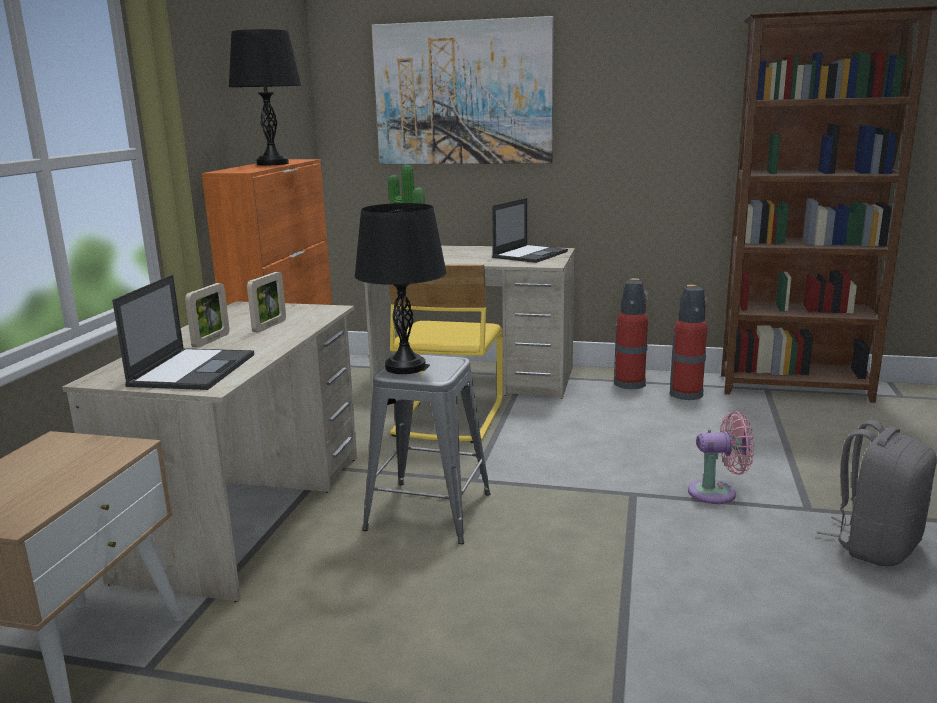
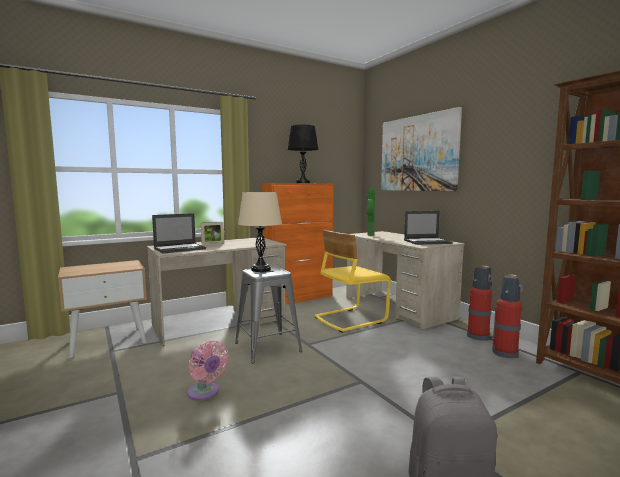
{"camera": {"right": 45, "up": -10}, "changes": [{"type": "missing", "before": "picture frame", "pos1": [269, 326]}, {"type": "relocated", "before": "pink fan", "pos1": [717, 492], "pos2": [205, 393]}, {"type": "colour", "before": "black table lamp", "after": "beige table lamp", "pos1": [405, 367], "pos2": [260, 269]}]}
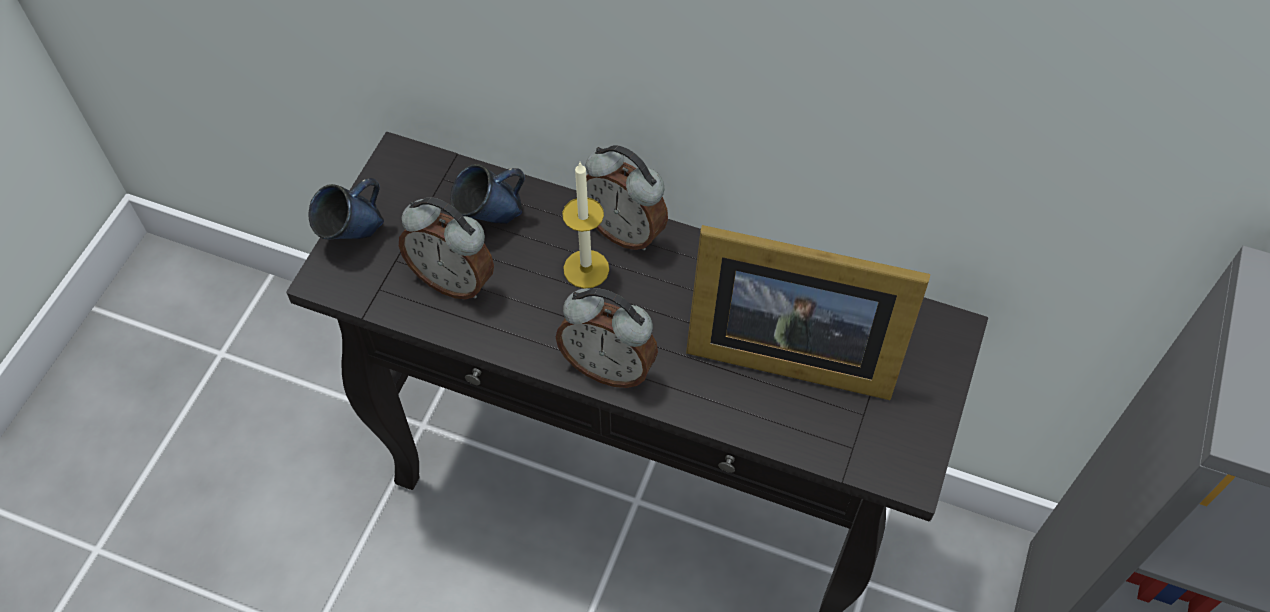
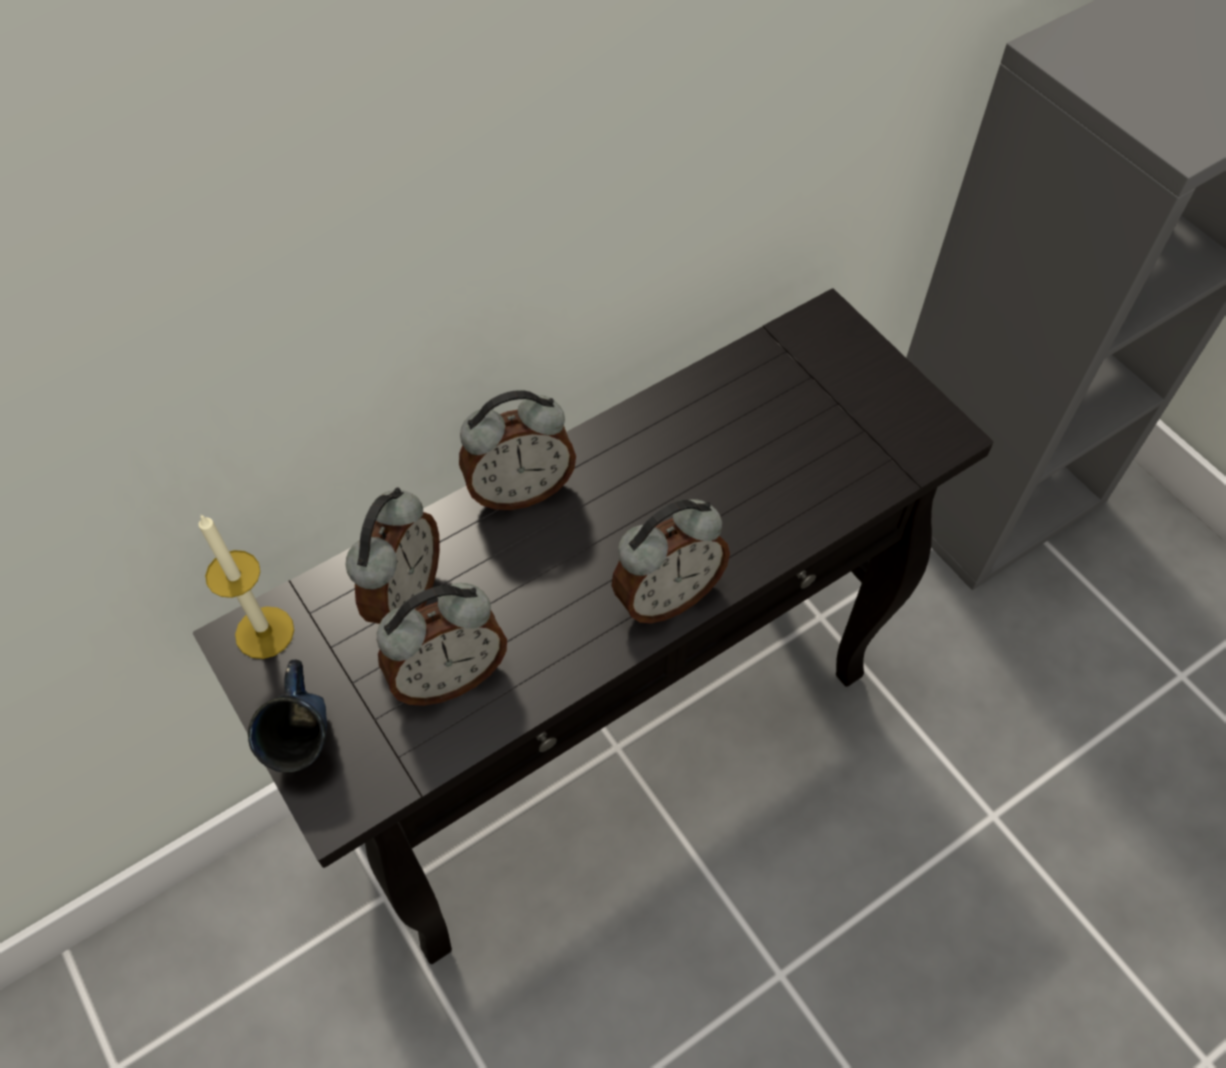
{"camera": {"right": -55, "up": 0}, "changes": [{"type": "missing", "before": "picture frame", "pos1": [786, 349]}, {"type": "relocated", "before": "candle", "pos1": [586, 269], "pos2": [264, 632]}, {"type": "exchanged", "before": "blue mug", "after": "alarm clock", "pos1": [492, 219], "pos2": [404, 596]}]}
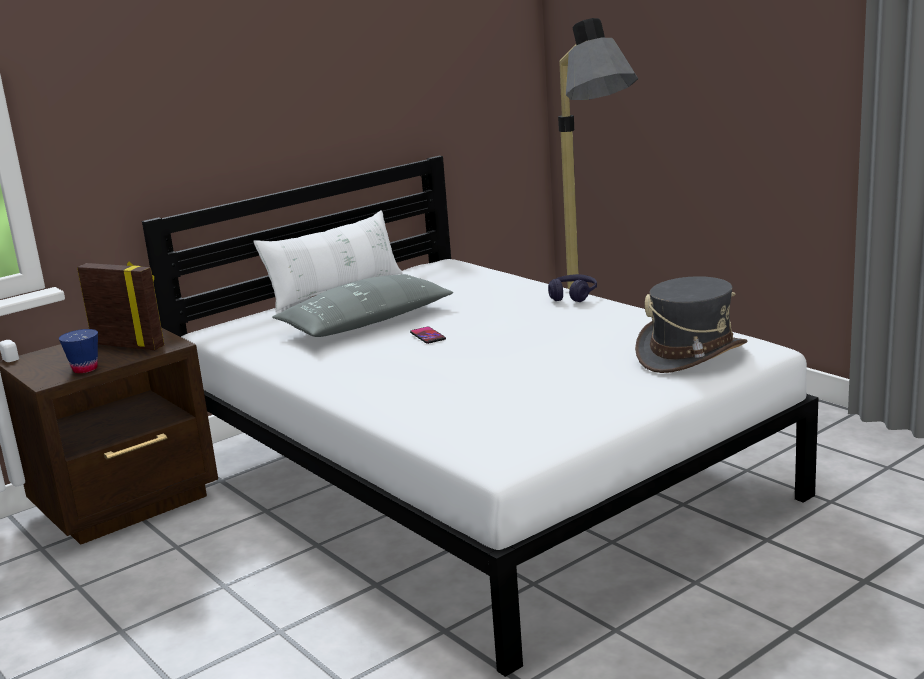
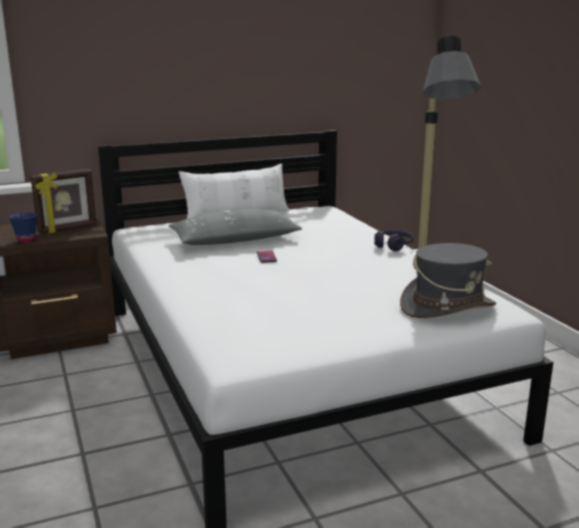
{"camera": {"right": 15, "up": 0}, "changes": [{"type": "spun", "before": "picture frame", "pos1": [129, 345], "pos2": [68, 229], "turn": 105}]}
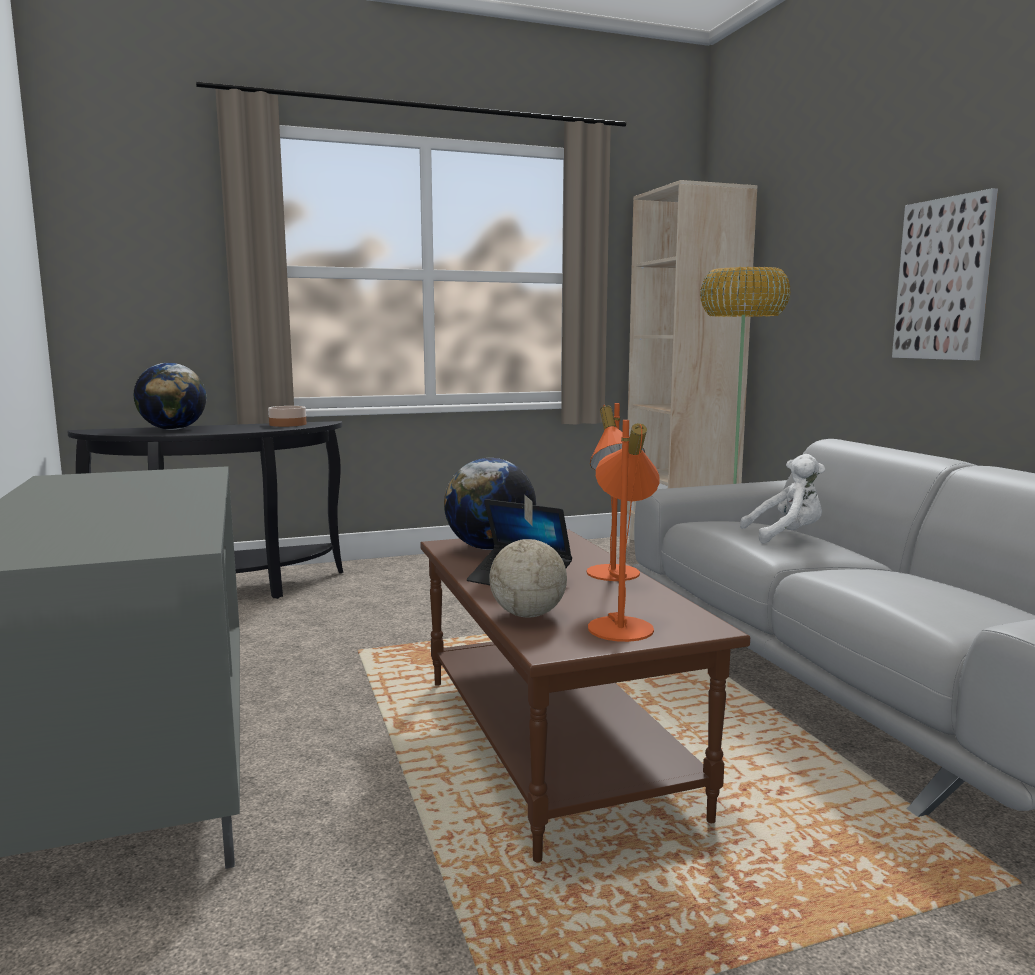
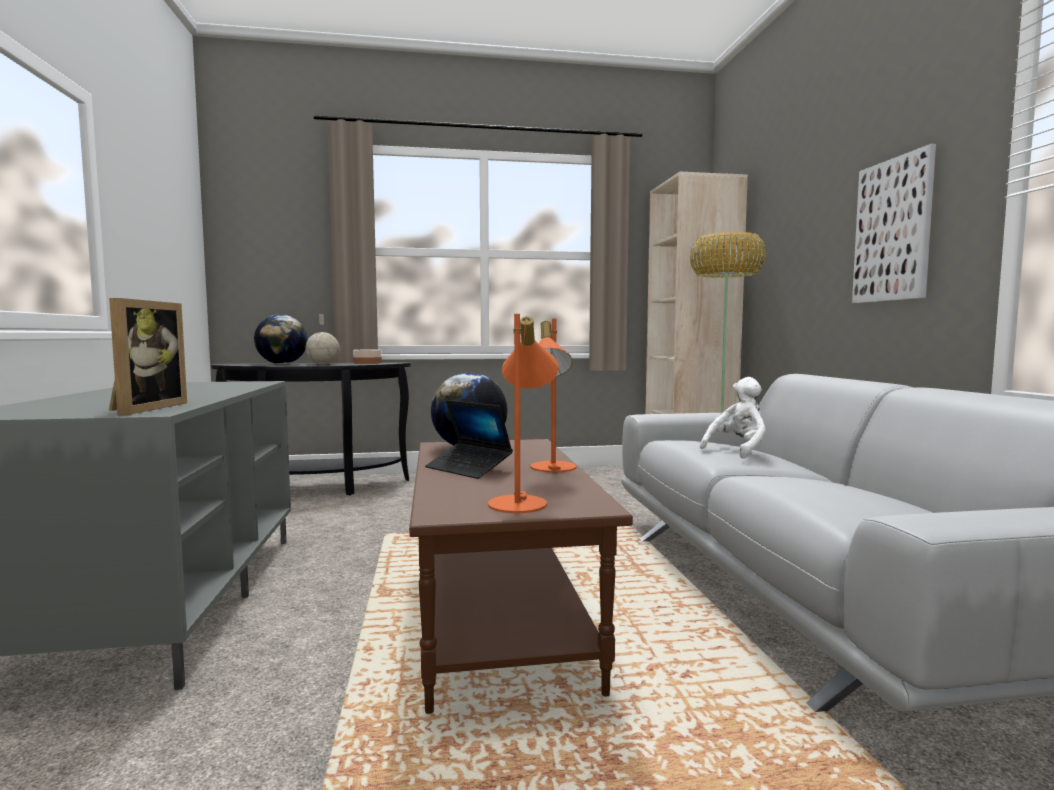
{"camera": {"right": 10, "up": -5}, "changes": [{"type": "appeared", "after": "picture frame", "pos2": [143, 408]}, {"type": "relocated", "before": "globe", "pos1": [528, 614], "pos2": [323, 364]}, {"type": "spun", "before": "white plush toy", "pos1": [786, 536], "pos2": [738, 450], "turn": -45}]}
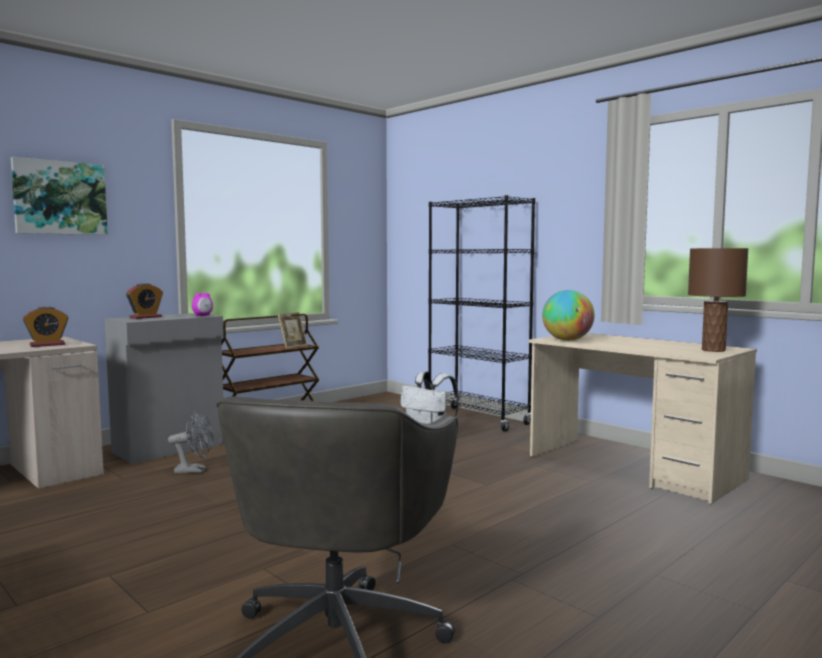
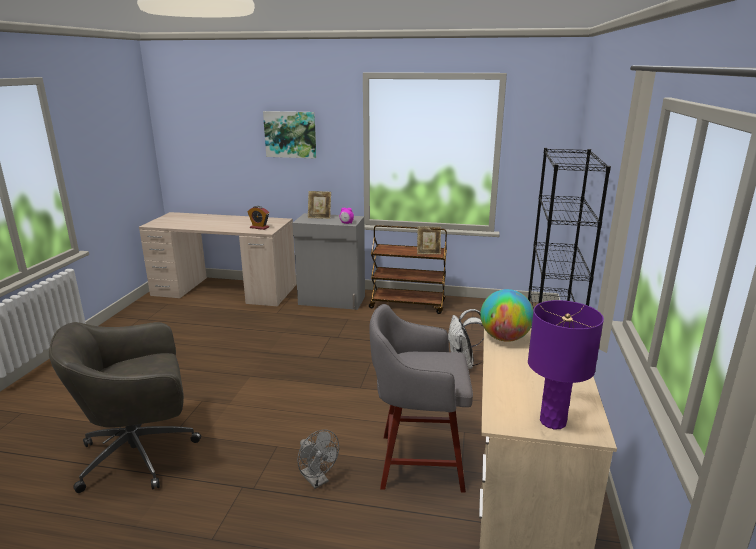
{"camera": {"right": 55, "up": 15}, "changes": [{"type": "appeared", "after": "grey stool", "pos2": [417, 462]}, {"type": "relocated", "before": "grey fan", "pos1": [195, 470], "pos2": [317, 480]}, {"type": "exchanged", "before": "alarm clock", "after": "picture frame", "pos1": [145, 317], "pos2": [319, 217]}, {"type": "colour", "before": "brown table lamp", "after": "purple table lamp", "pos1": [713, 350], "pos2": [553, 421]}]}
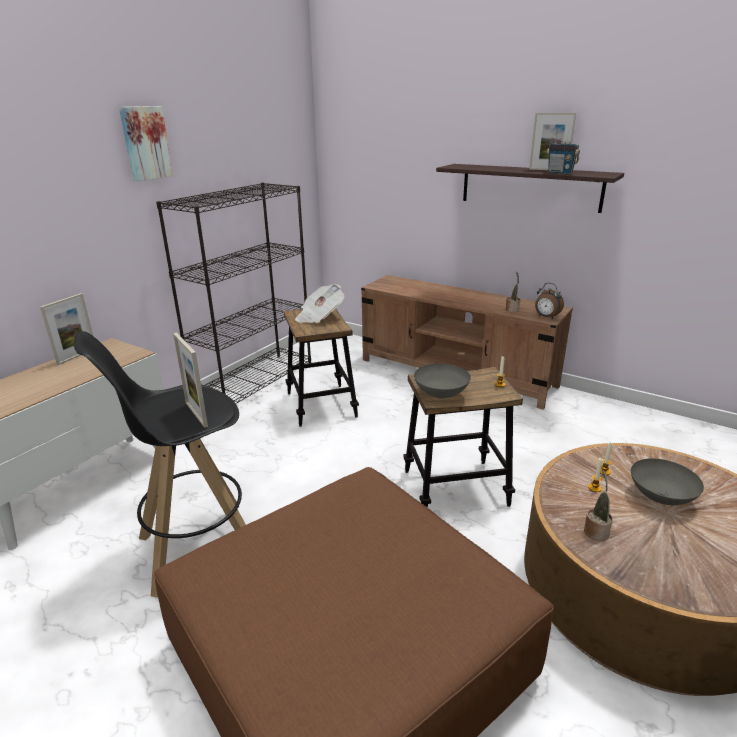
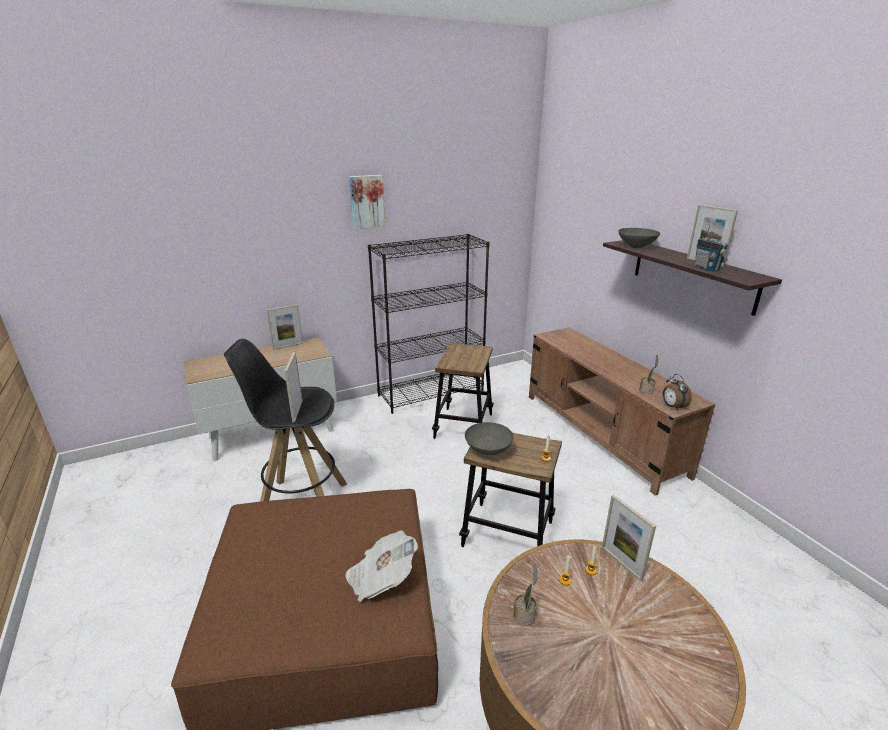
{"camera": {"right": 30, "up": 0}, "changes": [{"type": "appeared", "after": "picture frame", "pos2": [621, 563]}, {"type": "relocated", "before": "newspaper", "pos1": [319, 317], "pos2": [381, 578]}, {"type": "relocated", "before": "grey bowl", "pos1": [661, 497], "pos2": [636, 246]}]}
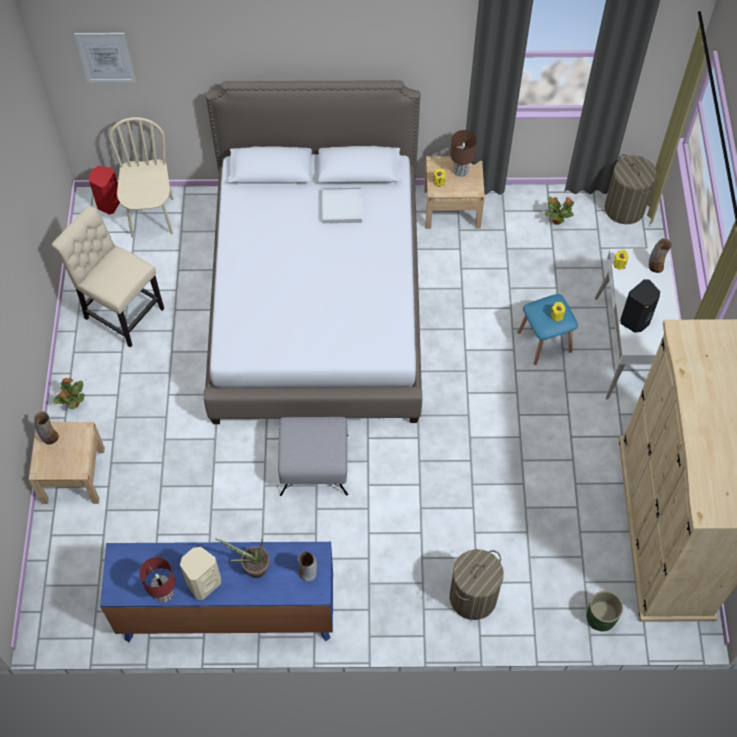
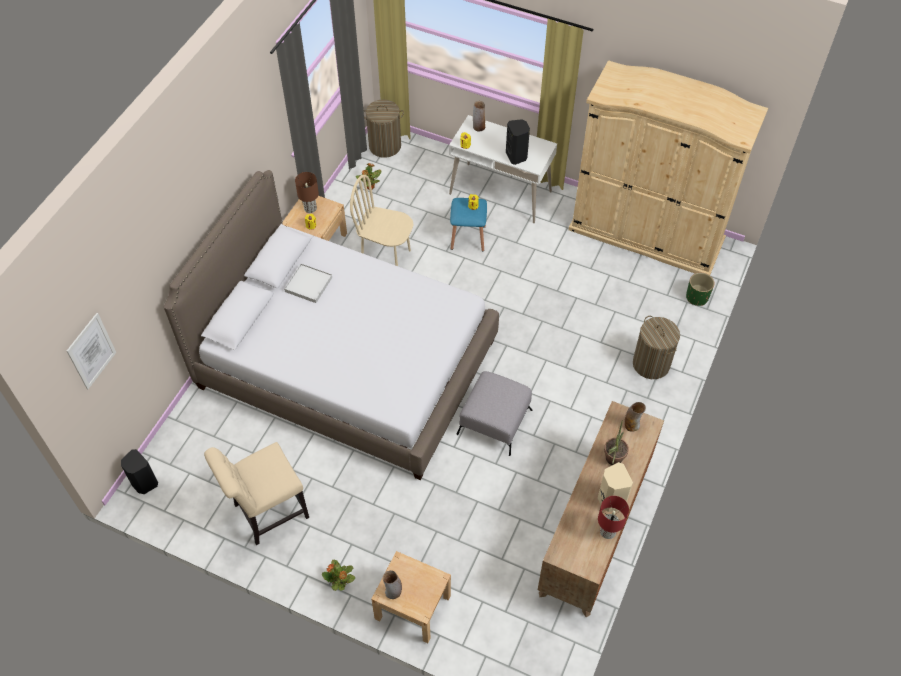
{"camera": {"right": -65, "up": -5}, "changes": [{"type": "relocated", "before": "beige chair", "pos1": [152, 217], "pos2": [386, 258]}, {"type": "colour", "before": "red speaker", "after": "black speaker", "pos1": [108, 203], "pos2": [144, 483]}, {"type": "colour", "before": "blue dresser", "after": "brown dresser", "pos1": [227, 612], "pos2": [594, 530]}]}
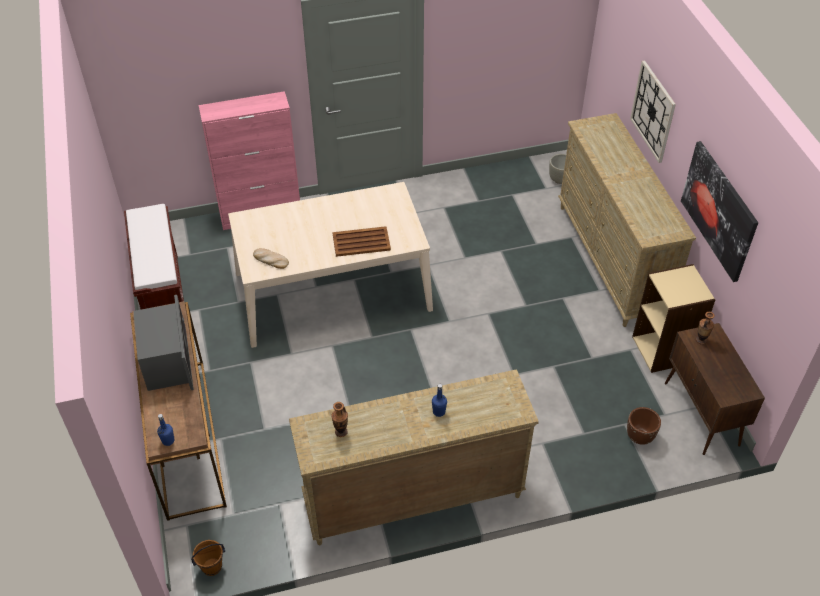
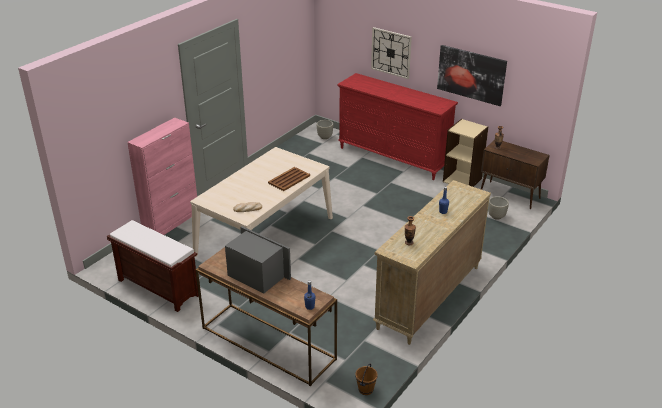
{"camera": {"right": -40, "up": -15}, "changes": [{"type": "colour", "before": "beige dresser", "after": "red dresser", "pos1": [611, 260], "pos2": [393, 158]}, {"type": "colour", "before": "brown planter", "after": "grey planter", "pos1": [640, 437], "pos2": [496, 217]}]}
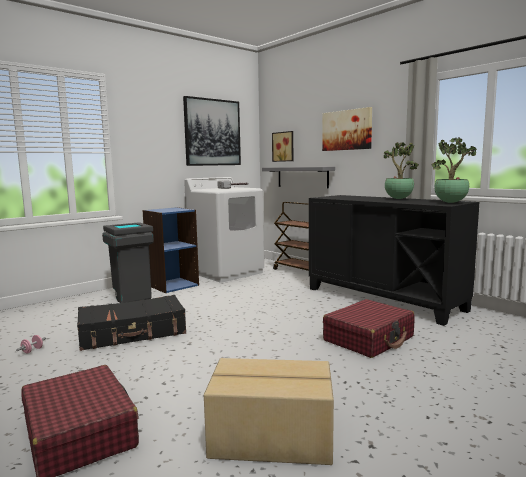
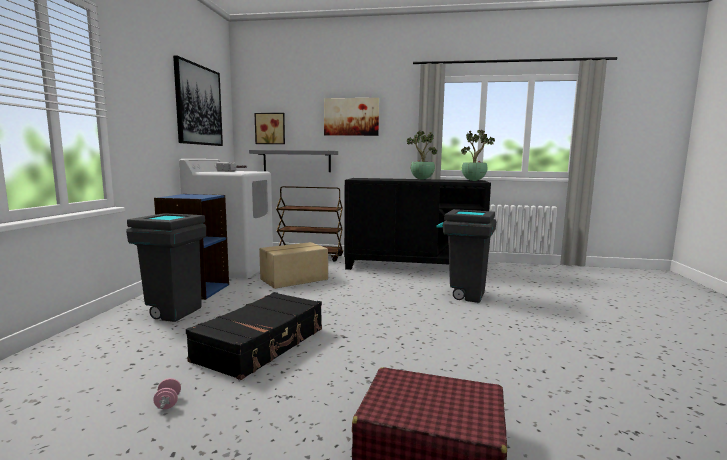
{"camera": {"right": -40, "up": 0}, "changes": [{"type": "relocated", "before": "cardboard box", "pos1": [272, 438], "pos2": [294, 279]}, {"type": "exchanged", "before": "red suitcase", "after": "grey trash can", "pos1": [369, 339], "pos2": [463, 295]}]}
